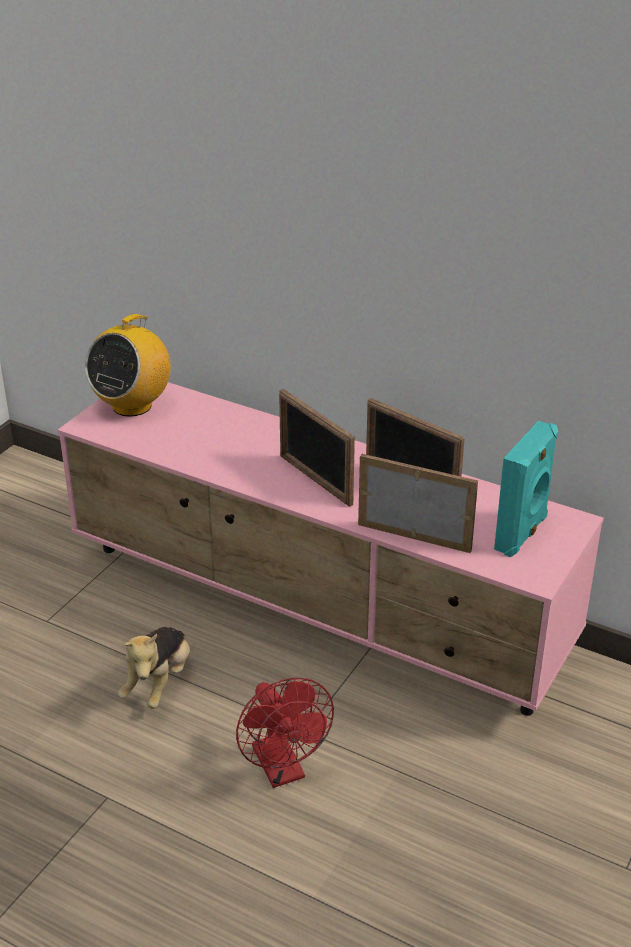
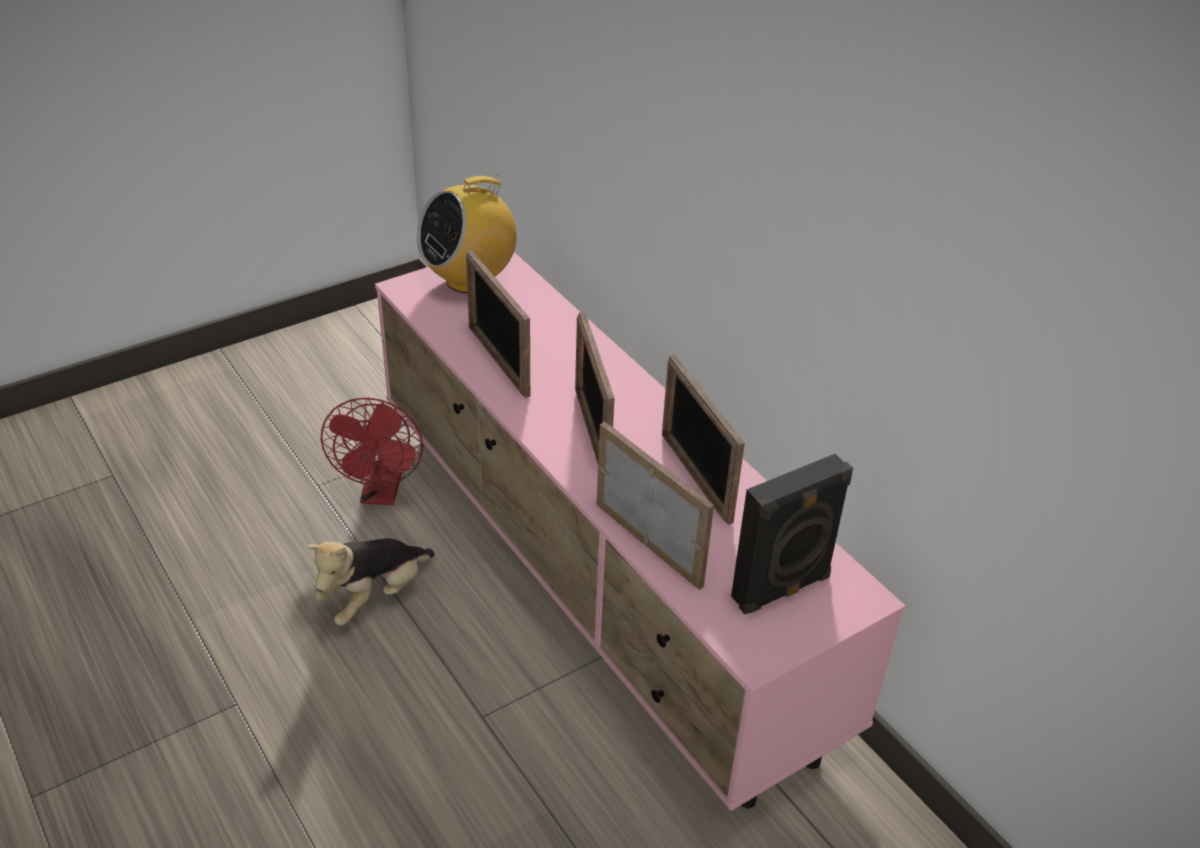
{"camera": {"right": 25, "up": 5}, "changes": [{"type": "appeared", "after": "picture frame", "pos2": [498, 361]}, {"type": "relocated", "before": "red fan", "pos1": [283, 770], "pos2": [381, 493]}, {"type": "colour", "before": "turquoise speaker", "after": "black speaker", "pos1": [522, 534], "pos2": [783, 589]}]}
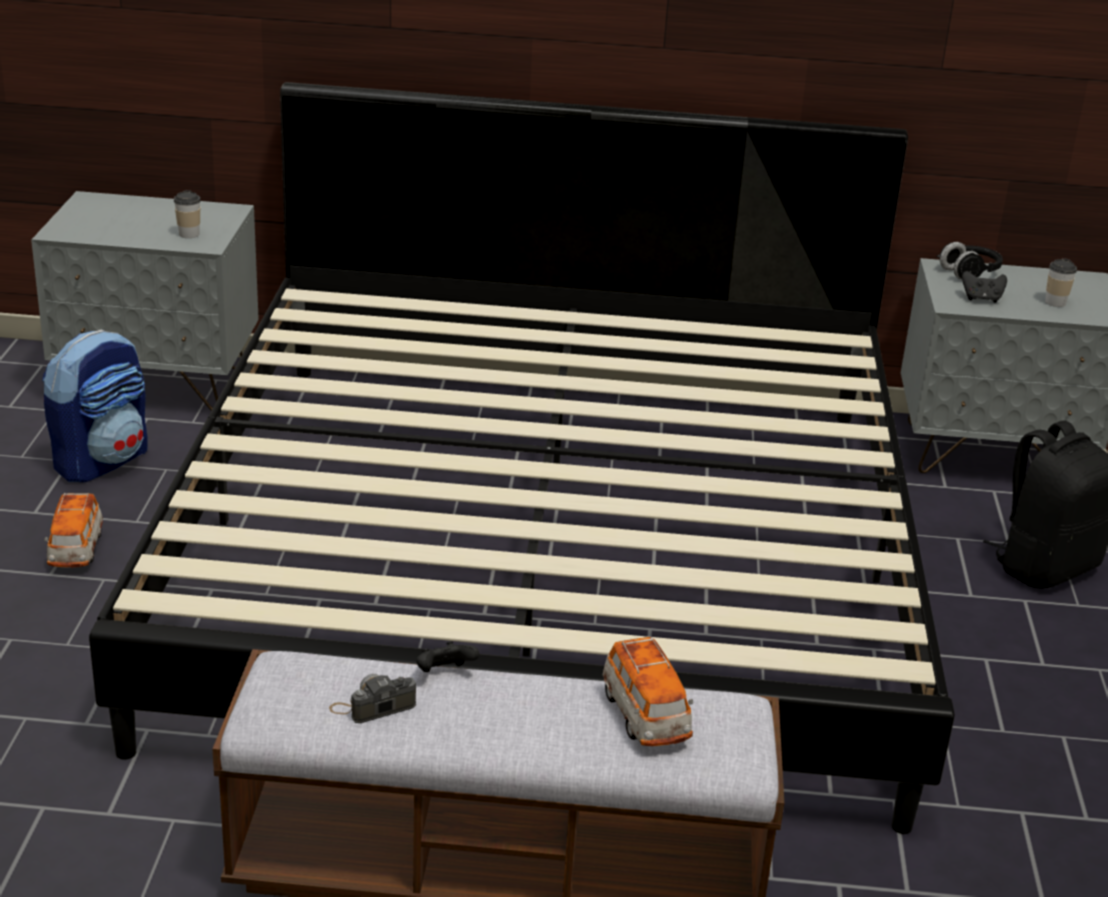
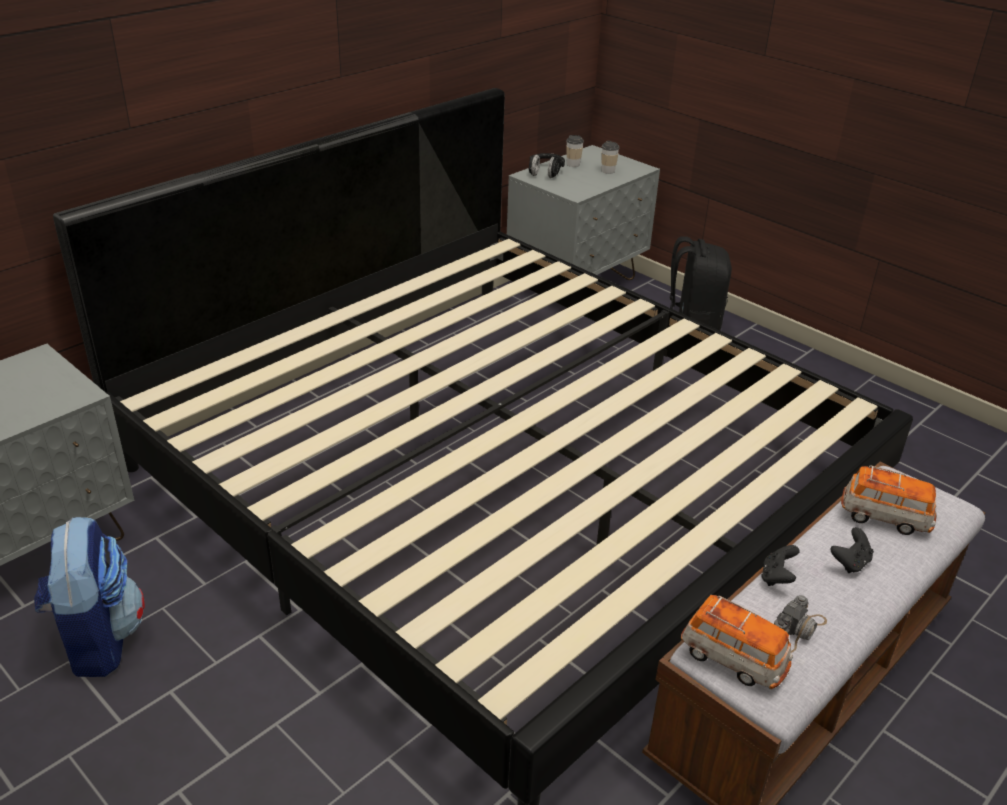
{"camera": {"right": -50, "up": 5}, "changes": [{"type": "relocated", "before": "toy car", "pos1": [76, 550], "pos2": [733, 659]}, {"type": "relocated", "before": "cup", "pos1": [189, 234], "pos2": [573, 164]}, {"type": "relocated", "before": "black game controller", "pos1": [981, 299], "pos2": [850, 563]}, {"type": "spun", "before": "photo camera", "pos1": [373, 706], "pos2": [798, 630], "turn": -150}]}
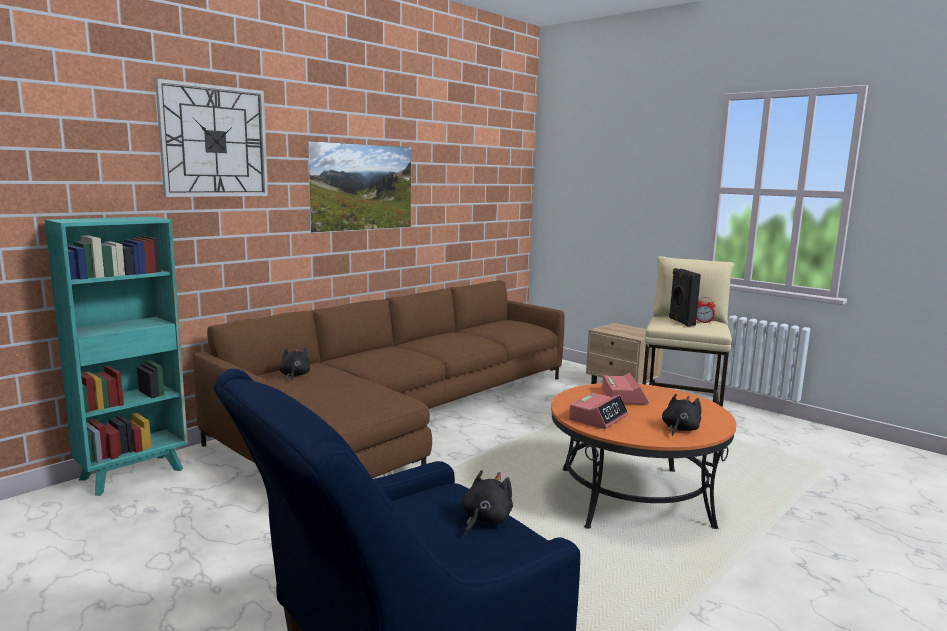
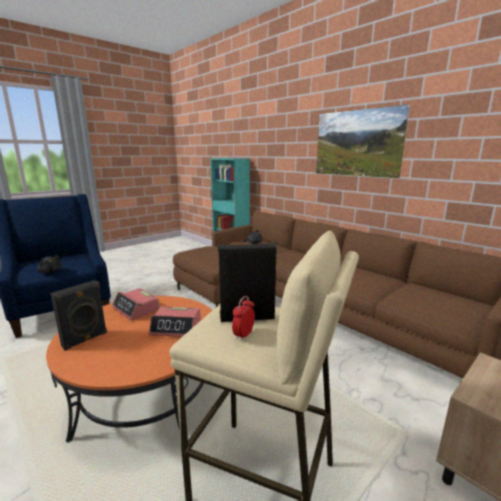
{"camera": {"right": 95, "up": 5}, "changes": [{"type": "missing", "before": "wall clock", "pos1": [214, 141]}, {"type": "exchanged", "before": "black plush toy", "after": "black speaker", "pos1": [679, 429], "pos2": [85, 340]}]}
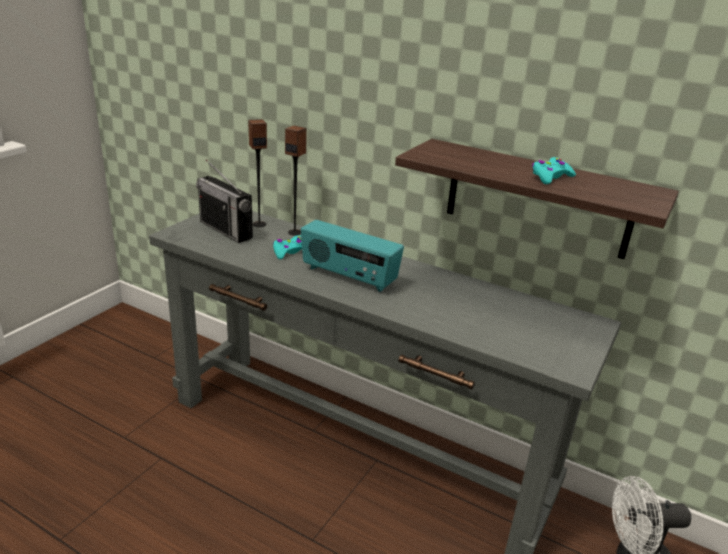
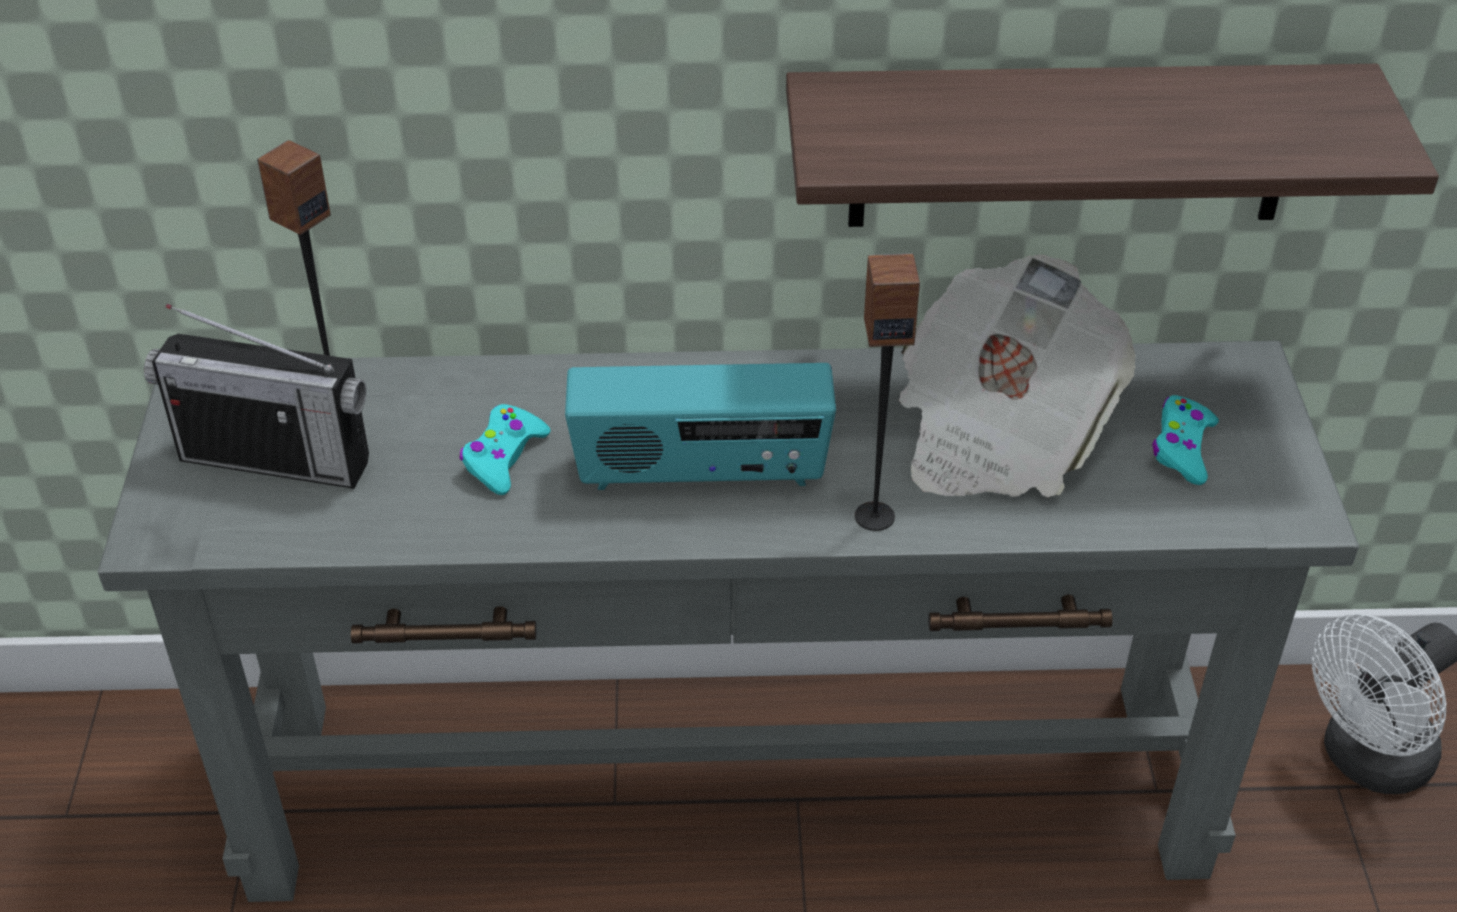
{"camera": {"right": -30, "up": 15}, "changes": [{"type": "appeared", "after": "newspaper", "pos2": [999, 430]}, {"type": "relocated", "before": "speaker", "pos1": [295, 232], "pos2": [874, 516]}, {"type": "relocated", "before": "turquoise game controller", "pos1": [550, 177], "pos2": [1182, 448]}]}
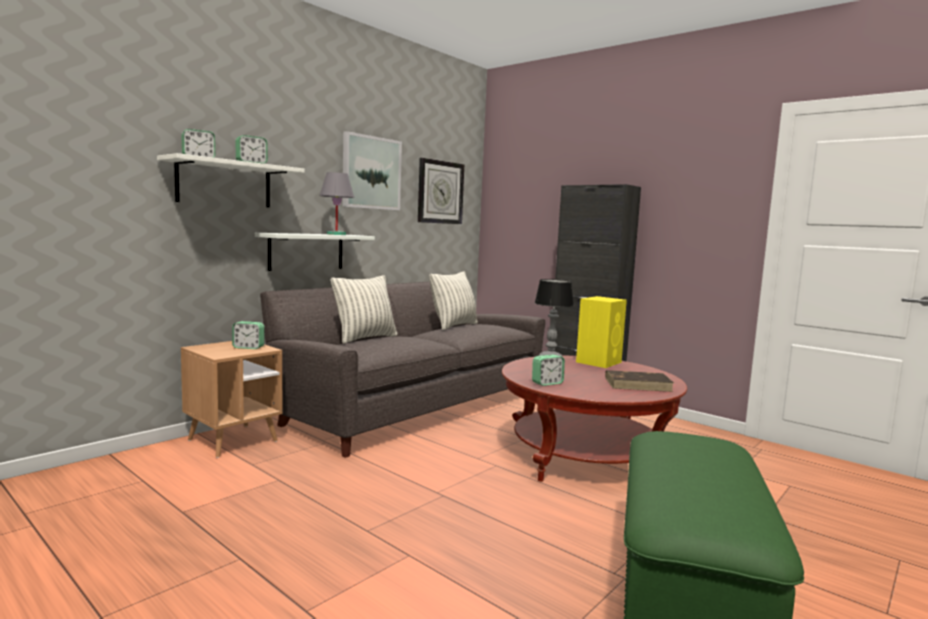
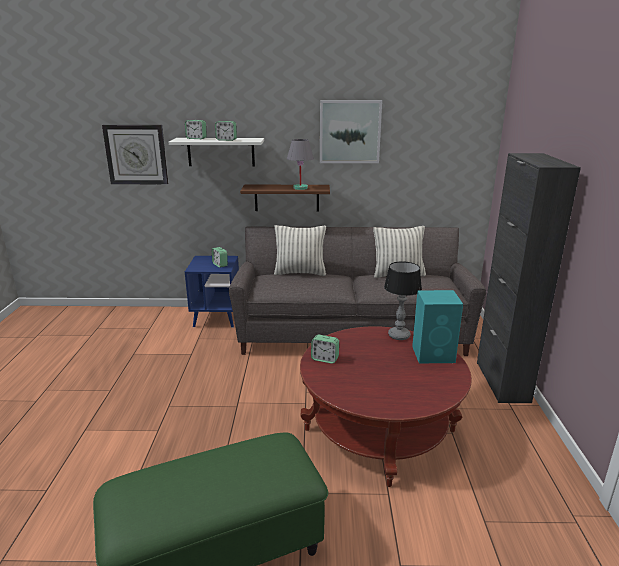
{"camera": {"right": 50, "up": 15}, "changes": [{"type": "missing", "before": "brown book", "pos1": [638, 384]}, {"type": "relocated", "before": "wall clock", "pos1": [440, 192], "pos2": [136, 154]}, {"type": "colour", "before": "brown side table", "after": "blue side table", "pos1": [233, 440], "pos2": [216, 318]}, {"type": "colour", "before": "white shelf", "after": "brown shelf", "pos1": [306, 251], "pos2": [286, 197]}, {"type": "colour", "before": "yellow speaker", "after": "turquoise speaker", "pos1": [599, 362], "pos2": [434, 354]}]}
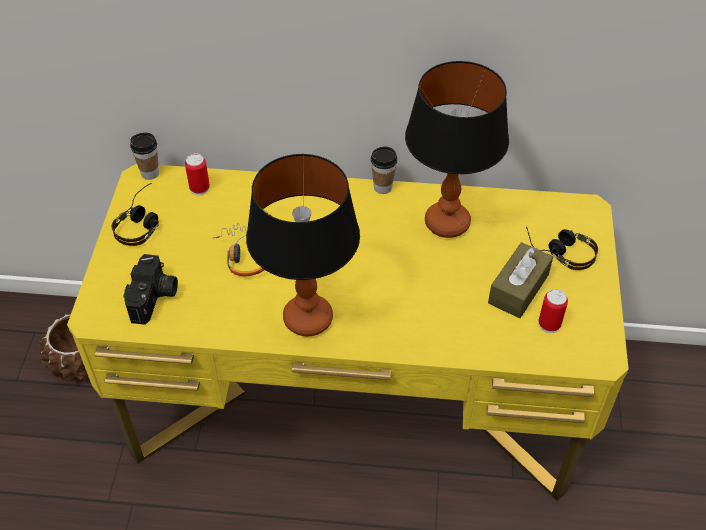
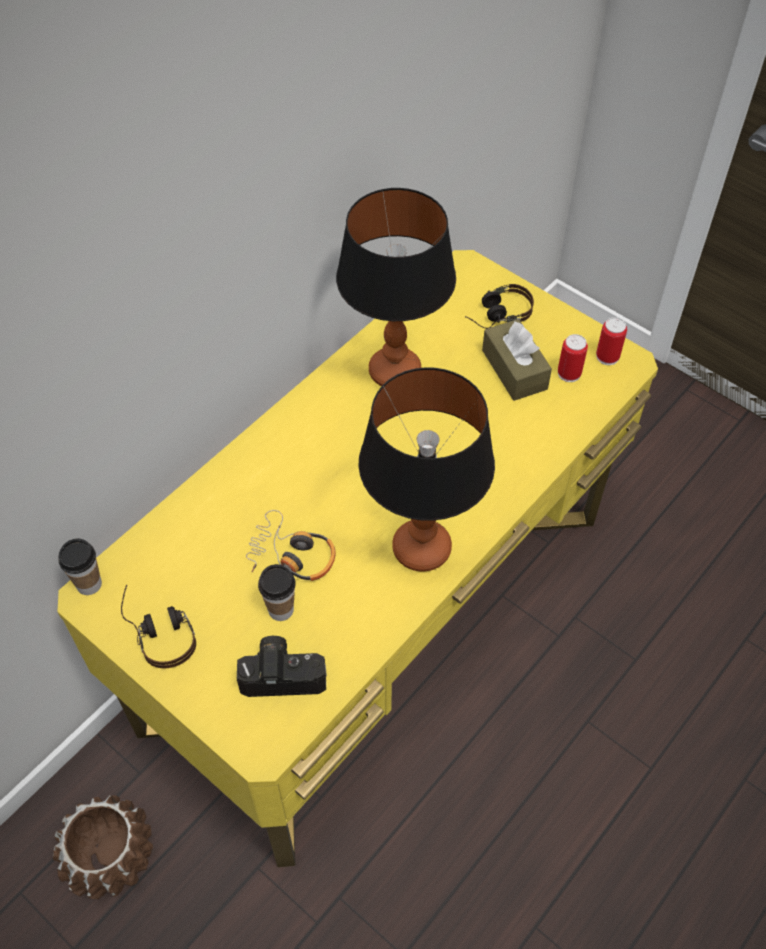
{"camera": {"right": -55, "up": 5}, "changes": [{"type": "relocated", "before": "can", "pos1": [199, 188], "pos2": [607, 356]}, {"type": "relocated", "before": "cup", "pos1": [382, 187], "pos2": [281, 610]}, {"type": "spun", "before": "photo camera", "pos1": [154, 298], "pos2": [283, 673], "turn": -45}]}
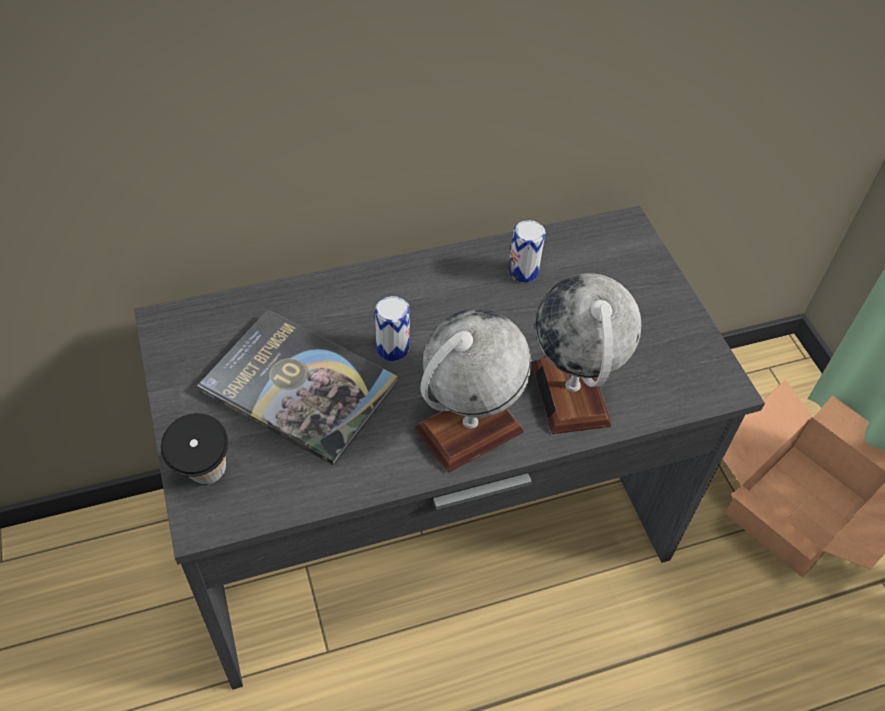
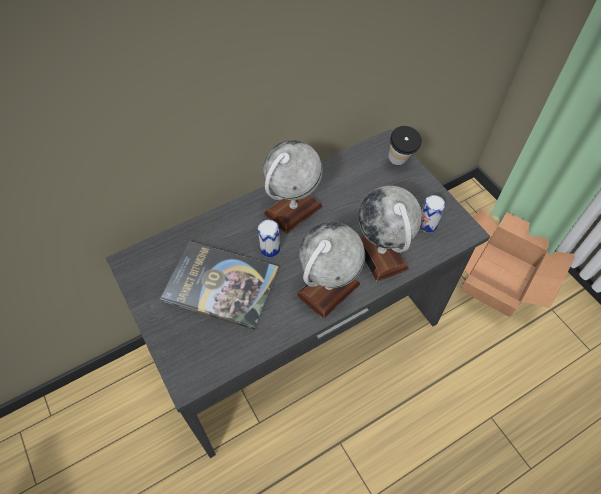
{"camera": {"right": -10, "up": 5}, "changes": [{"type": "appeared", "after": "globe", "pos2": [293, 210]}, {"type": "relocated", "before": "cup", "pos1": [206, 480], "pos2": [399, 163]}, {"type": "relocated", "before": "can", "pos1": [523, 271], "pos2": [427, 225]}]}
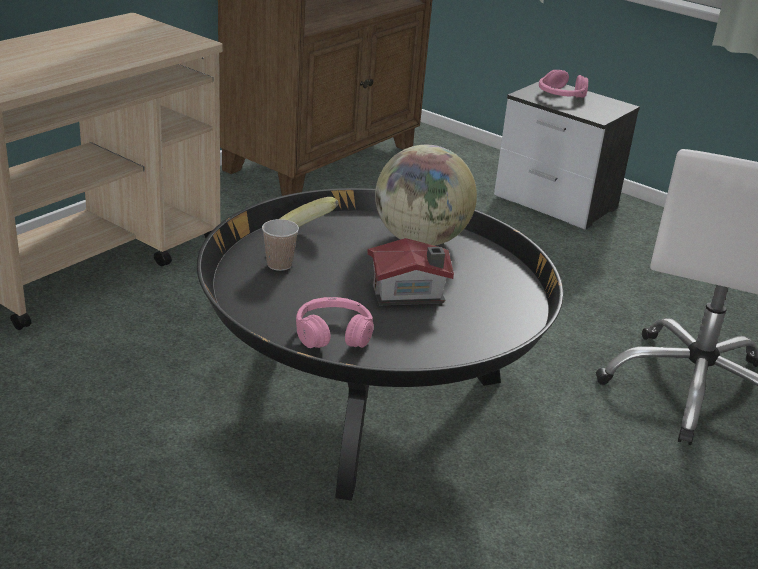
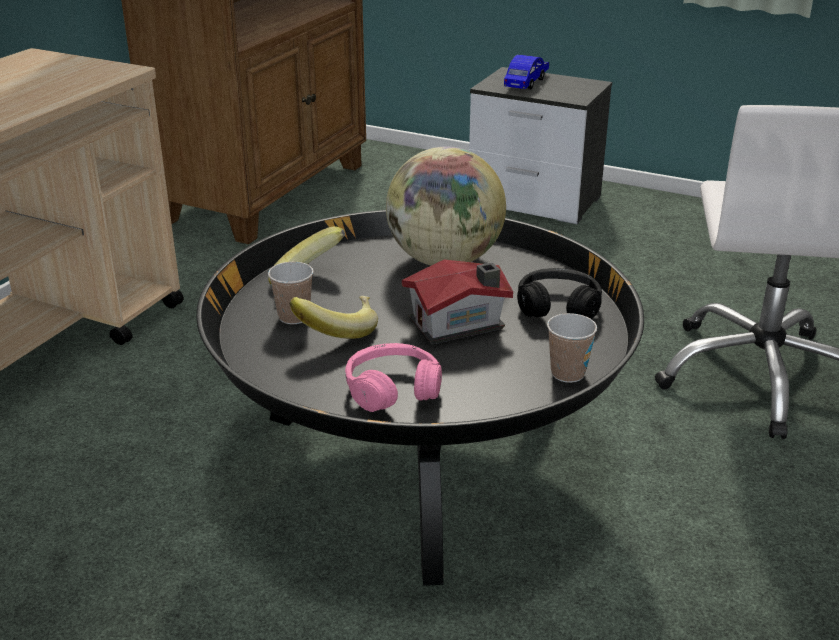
{"camera": {"right": -10, "up": 0}, "changes": [{"type": "appeared", "after": "banana", "pos2": [337, 331]}, {"type": "appeared", "after": "black headphones", "pos2": [558, 306]}, {"type": "appeared", "after": "cup", "pos2": [567, 374]}, {"type": "exchanged", "before": "pink headphones", "after": "blue toy car", "pos1": [561, 95], "pos2": [526, 82]}]}
